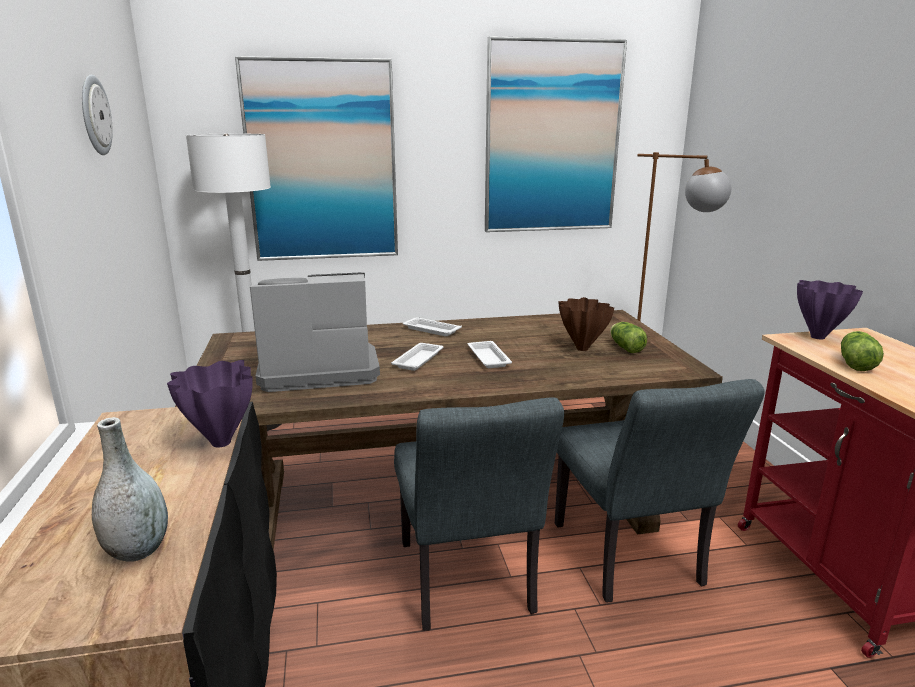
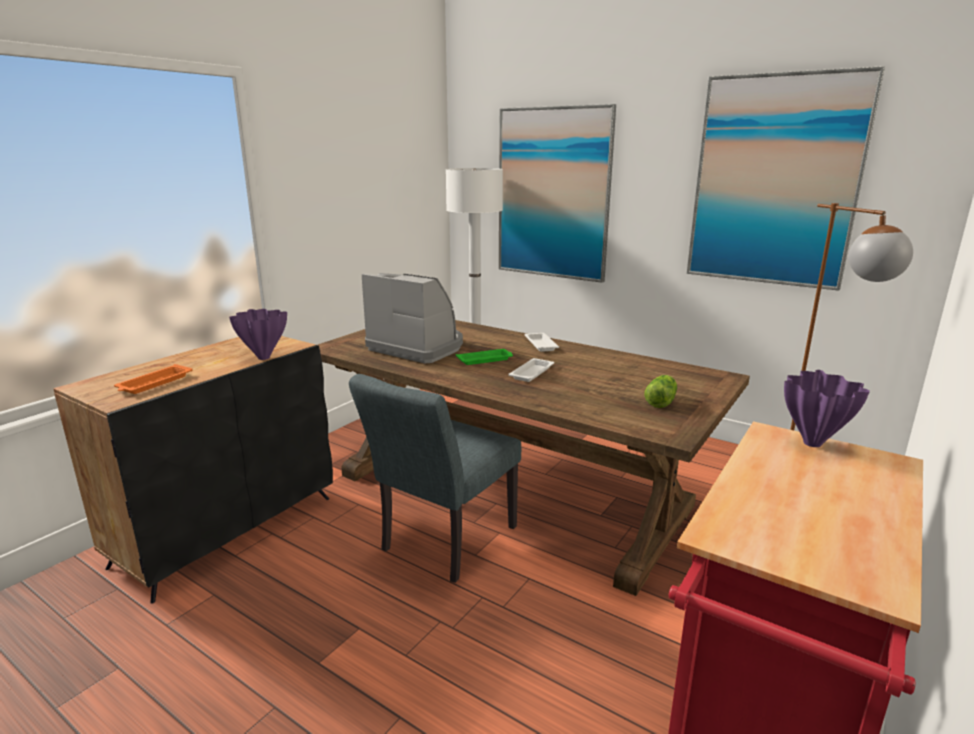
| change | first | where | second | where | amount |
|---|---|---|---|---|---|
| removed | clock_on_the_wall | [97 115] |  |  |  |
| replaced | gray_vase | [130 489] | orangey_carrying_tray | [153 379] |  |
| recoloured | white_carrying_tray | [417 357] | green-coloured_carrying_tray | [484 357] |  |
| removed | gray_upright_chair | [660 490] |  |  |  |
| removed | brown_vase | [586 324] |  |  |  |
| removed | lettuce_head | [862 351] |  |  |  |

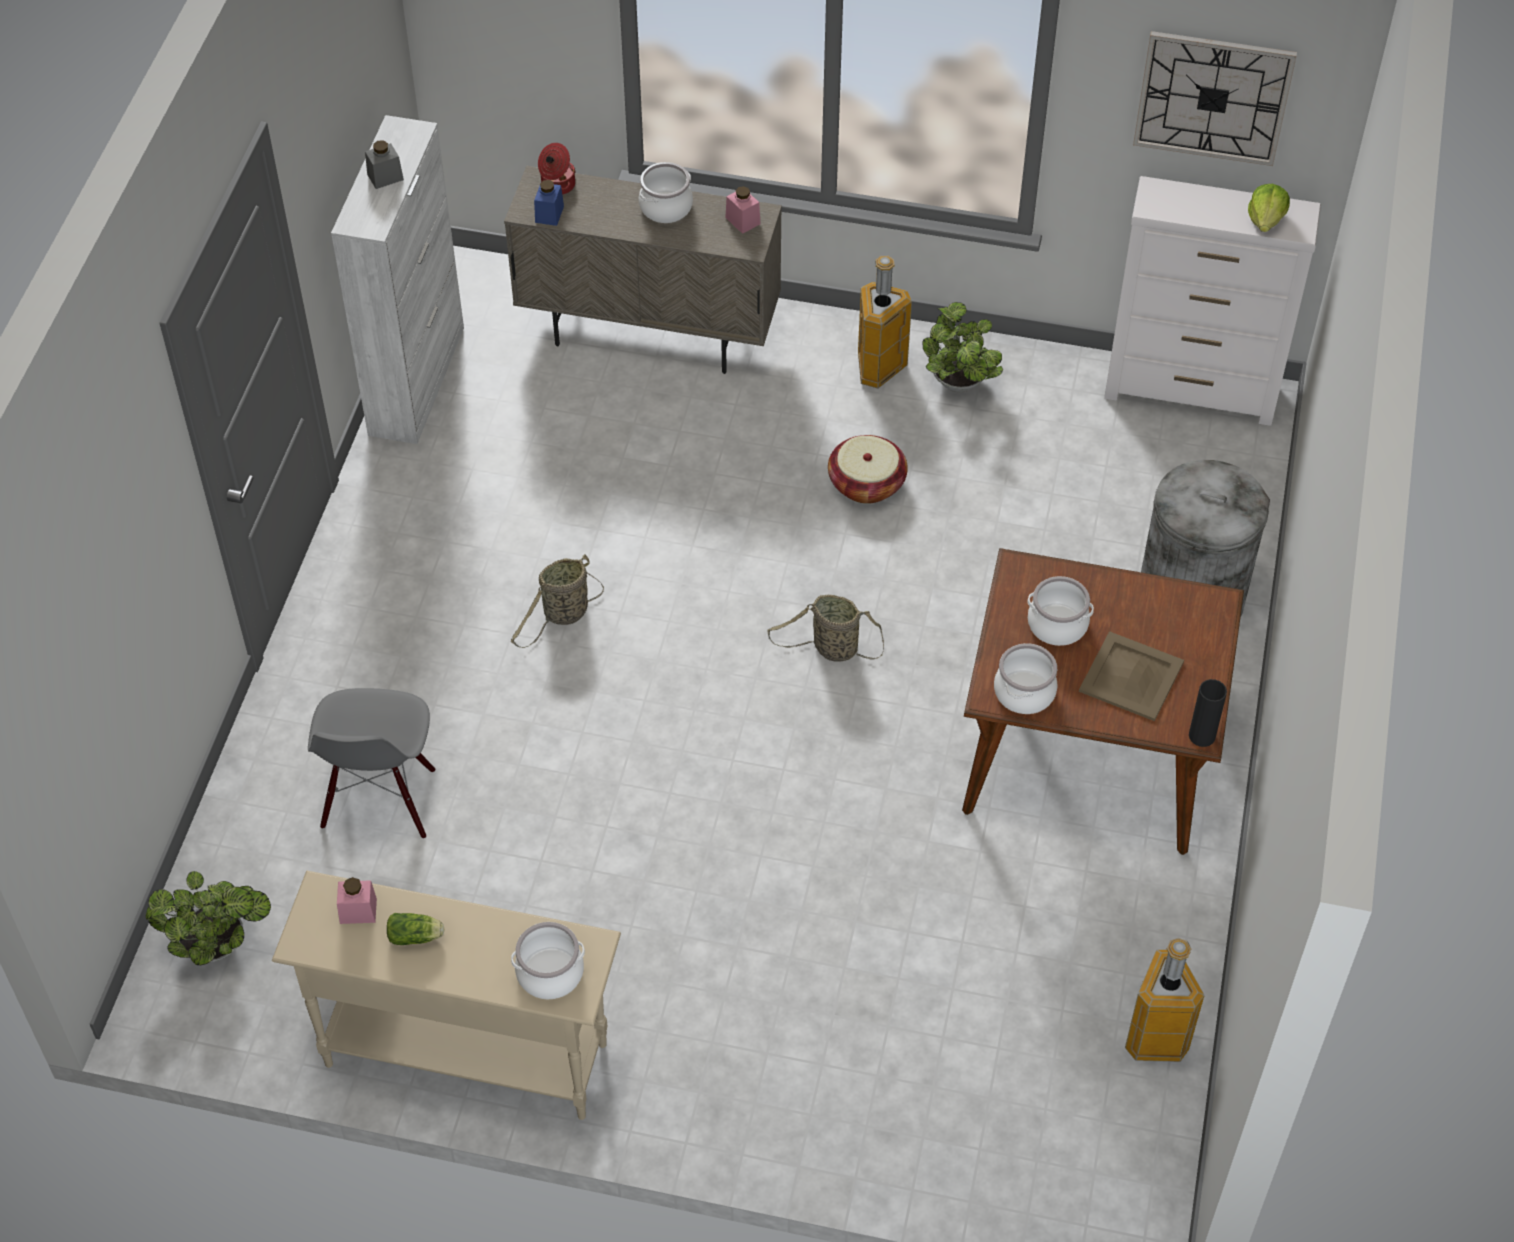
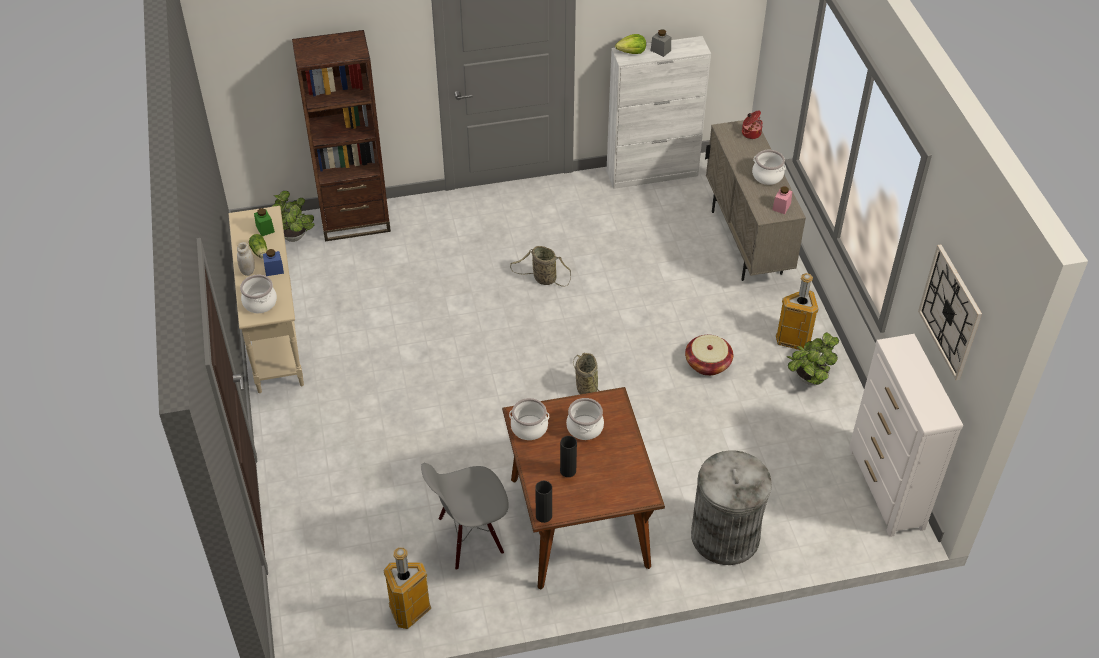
| change | first | where | second | where | amount |
|---|---|---|---|---|---|
| moved | gray_upright_chair | [371 763] |  | [465 516] |  |
| recoloured | pink_storage_jar | [357 900] | green-coloured_storage_jar | [264 222] |  |
| moved | bluish_storage_jar | [549 203] |  | [273 262] |  |
| replaced | sand-coloured_carrying_tray | [1131 676] | blackish_vase | [568 456] |  |
| moved | lettuce_head | [1269 208] |  | [630 44] |  |
| added |  |  | white_storage_jar | [246 259] |  |
| added |  |  | brown_bookshelf | [341 135] |  |

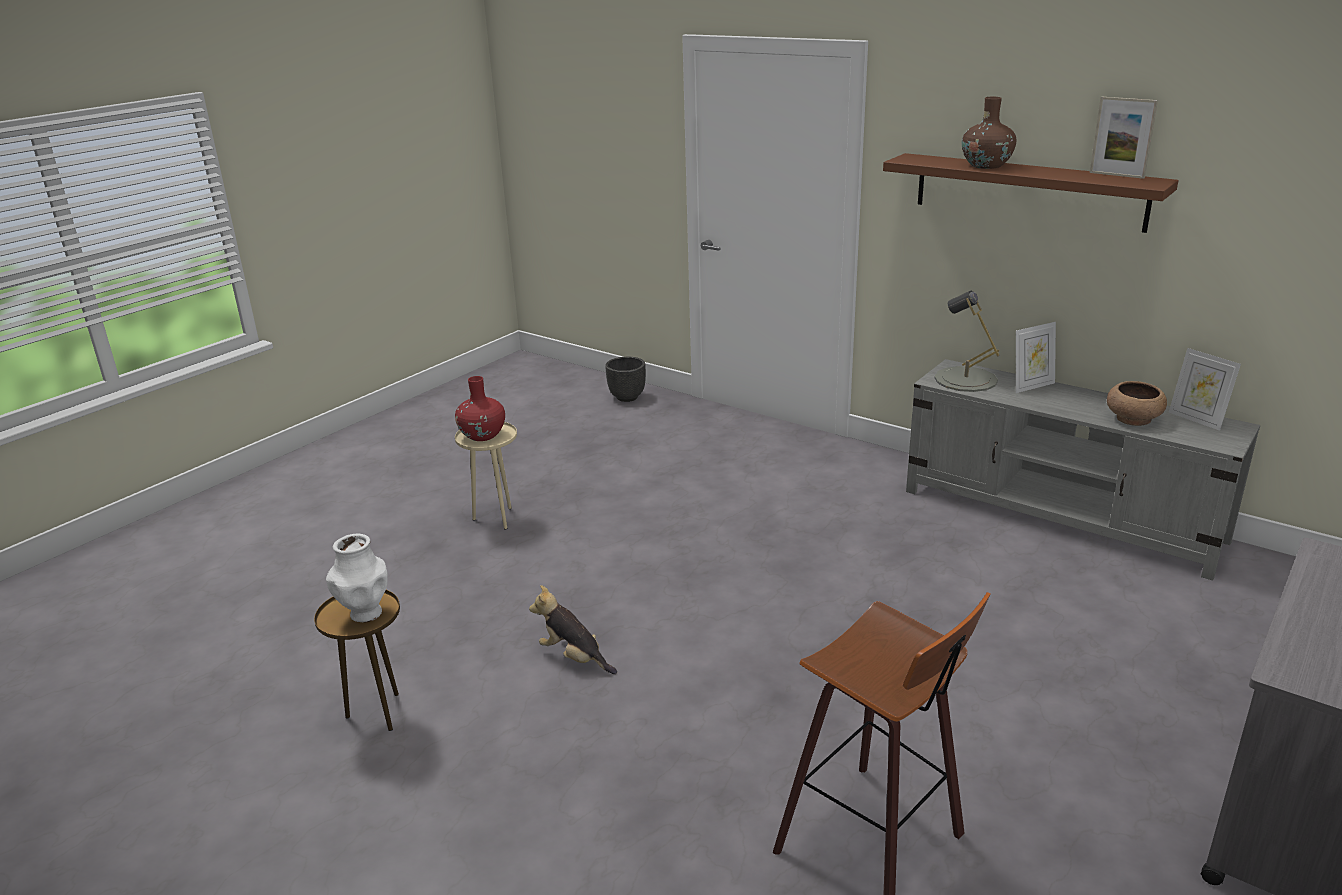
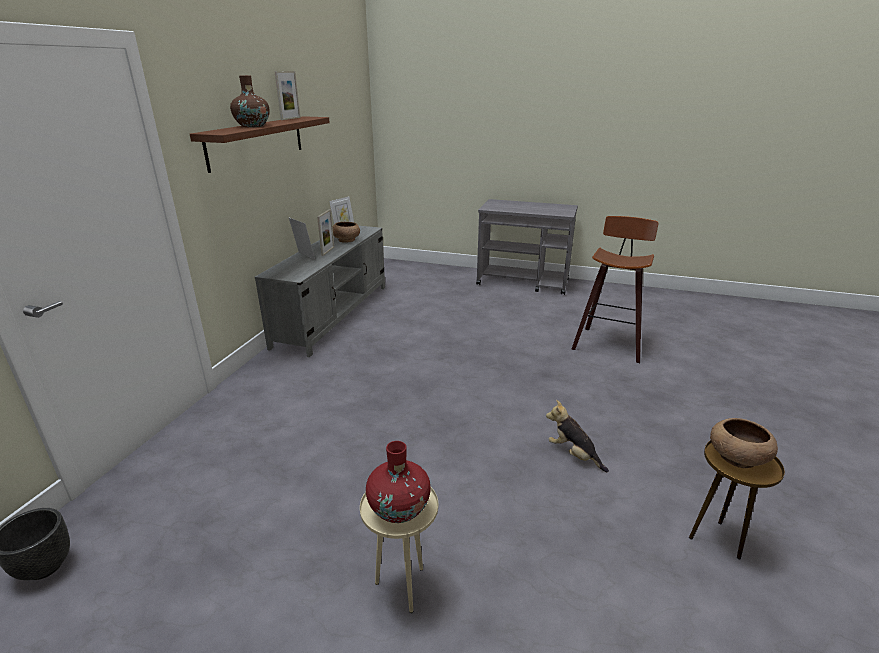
| change | first | where | second | where | amount |
|---|---|---|---|---|---|
| replaced | white_vase | [357 578] | brown_deep_dish | [744 443] |  |
| turned | plush_toy | [573 629] |  | [577 436] | 120 degrees clockwise |
| removed | gray_lamp_for_a_table | [967 341] |  |  |  |
| added |  |  | photo_frame | [325 232] |  |

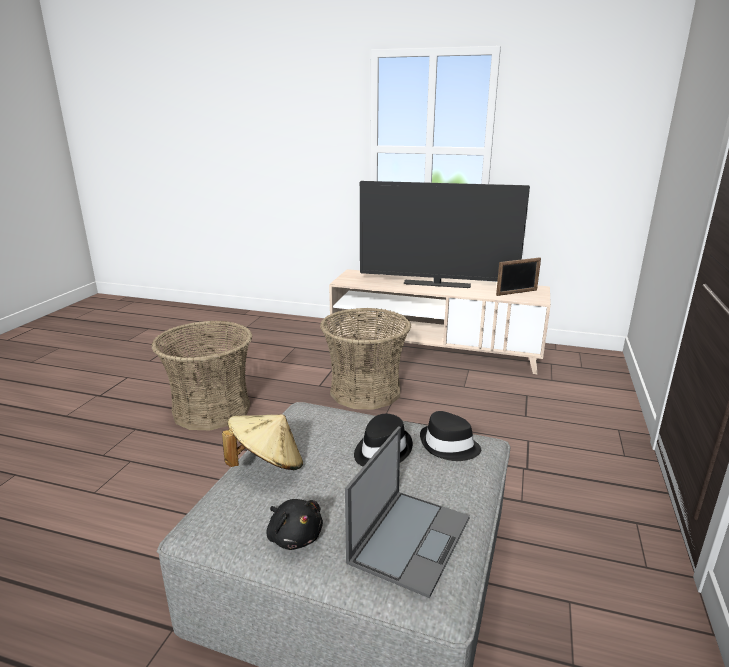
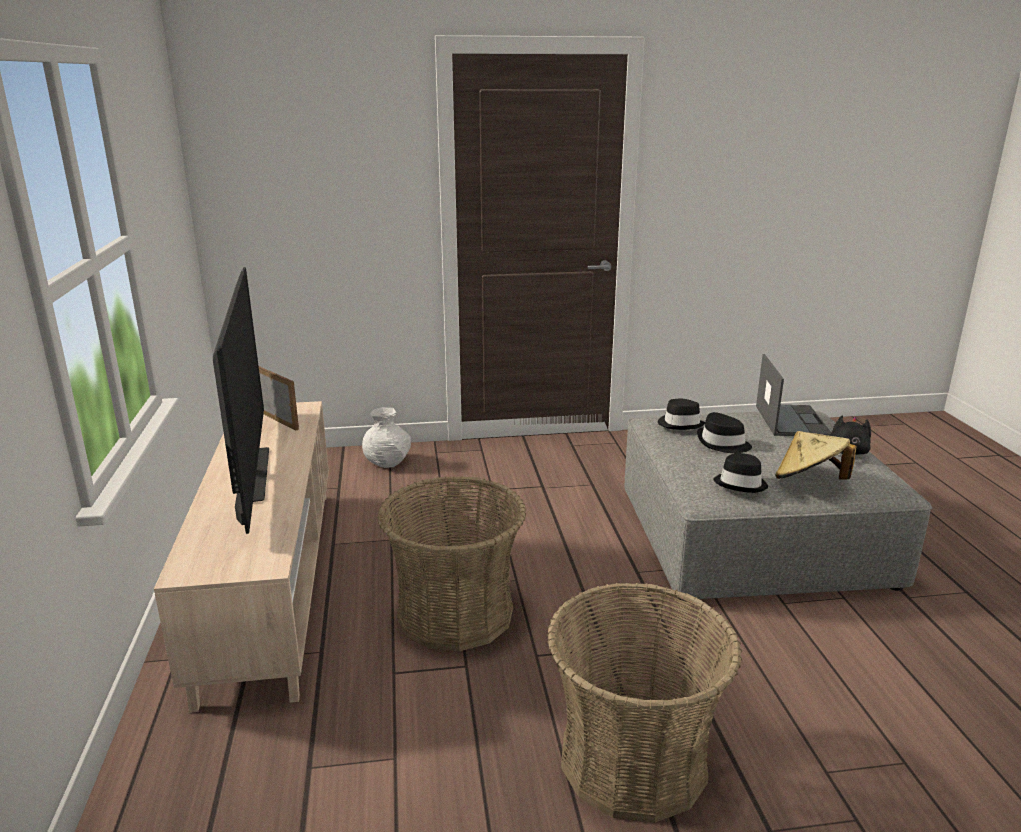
| change | first | where | second | where | amount |
|---|---|---|---|---|---|
| turned | laptop | [407 512] |  | [793 395] | 90 degrees clockwise |
| added |  |  | white_vase | [386 437] |  |
| added |  |  | blackish_wearable_hat | [740 473] |  |

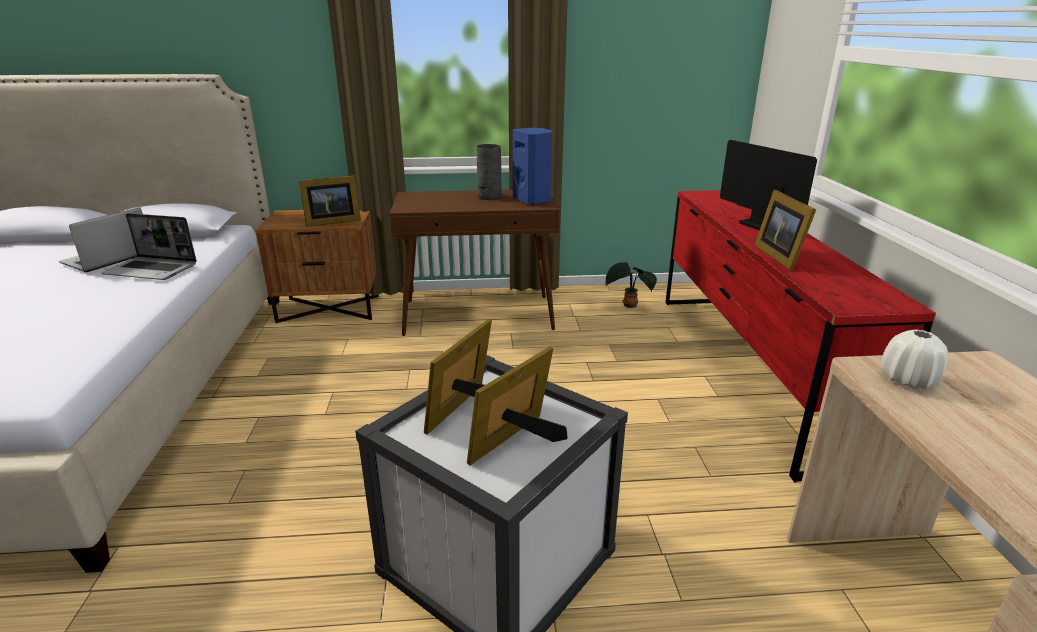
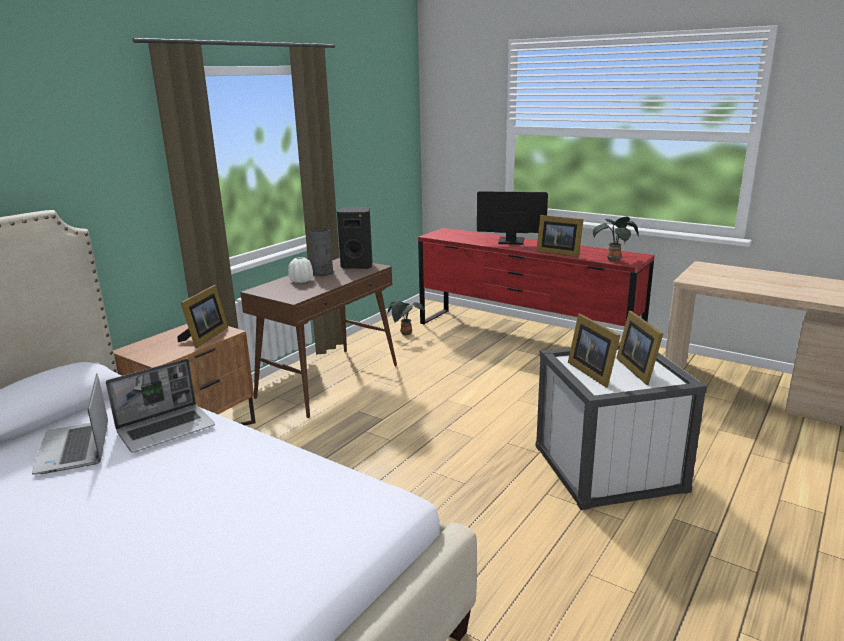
| change | first | where | second | where | amount |
|---|---|---|---|---|---|
| recoloured | bluish_loudspeaker | [532 166] | blackish_loudspeaker | [355 238] |  |
| moved | white_vase | [915 359] |  | [300 270] |  |
| added |  |  | houseplant | [616 239] |  |

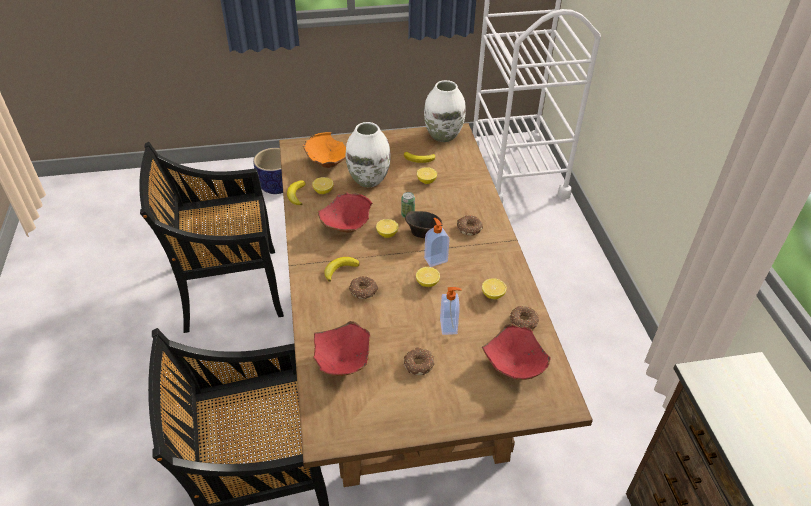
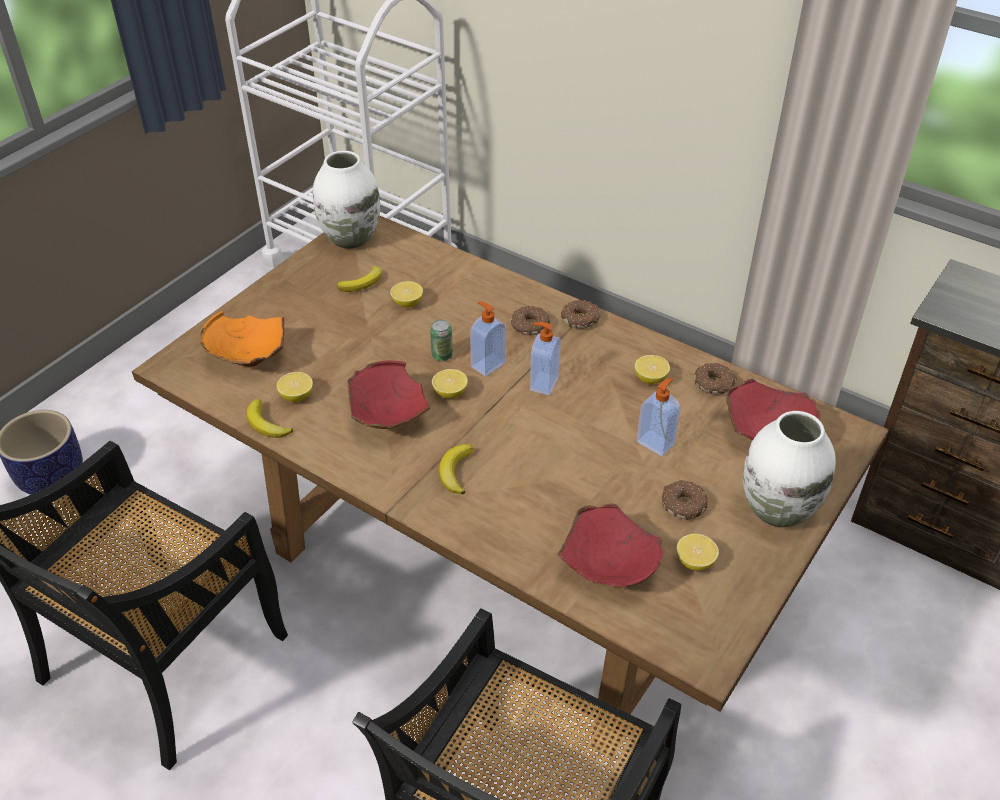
| change | first | where | second | where | amount |
|---|---|---|---|---|---|
| moved | white_vase | [368 154] |  | [789 469] |  |
| moved | donut | [363 287] |  | [580 314] |  |
| replaced | brown_deep_dish | [423 224] | soap_bottle | [488 339] |  |
| moved | lemon | [428 277] |  | [698 552] |  |

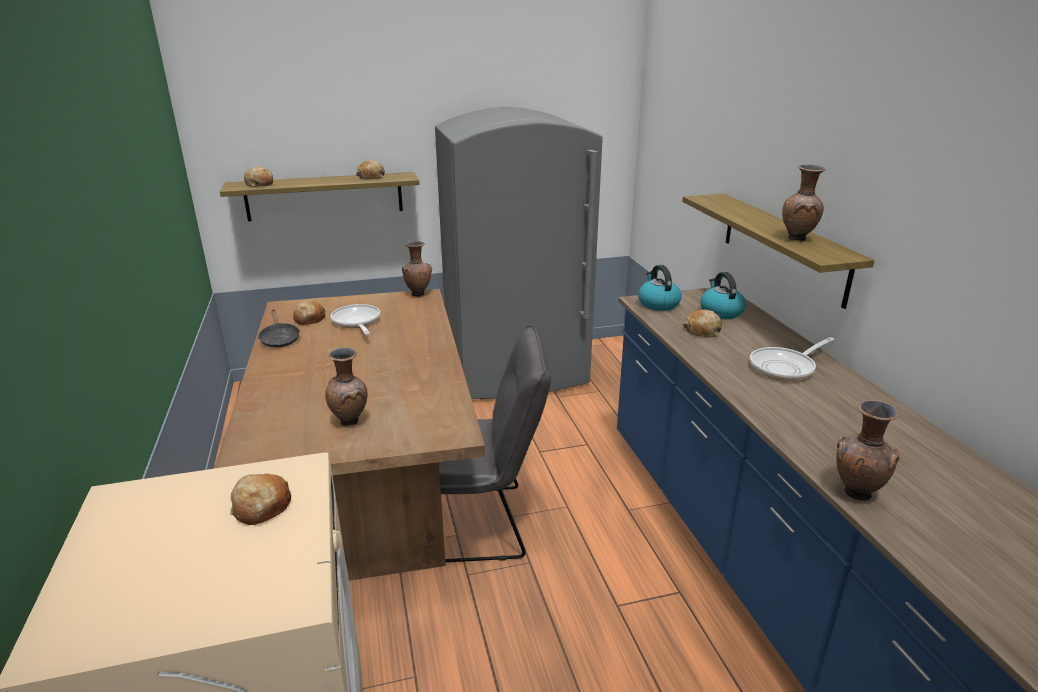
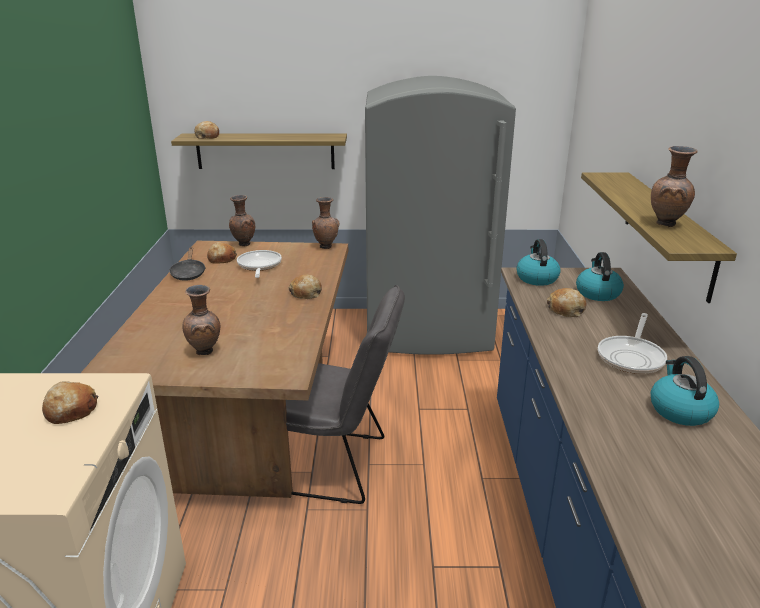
| change | first | where | second | where | amount |
|---|---|---|---|---|---|
| moved | bread | [370 169] |  | [305 287] |  |
| turned | frying_pan | [792 359] |  | [632 343] | 45 degrees counterclockwise |
| moved | brown_vase | [868 450] |  | [242 220] |  |
| added |  |  | kettle | [685 391] |  |

